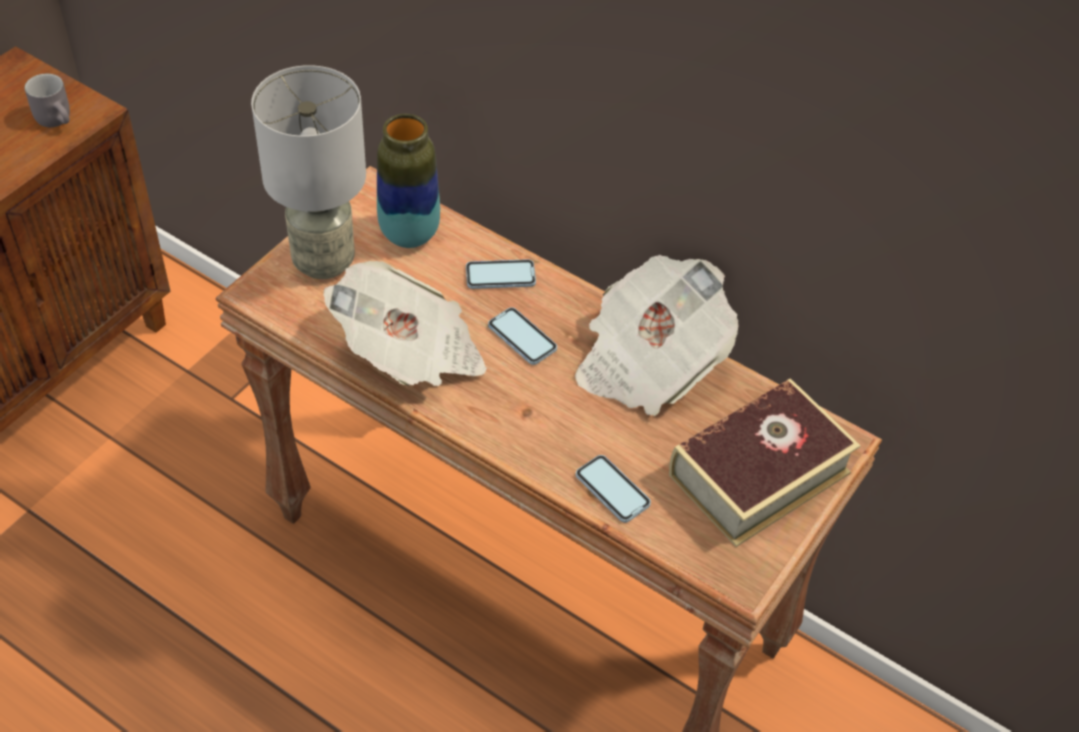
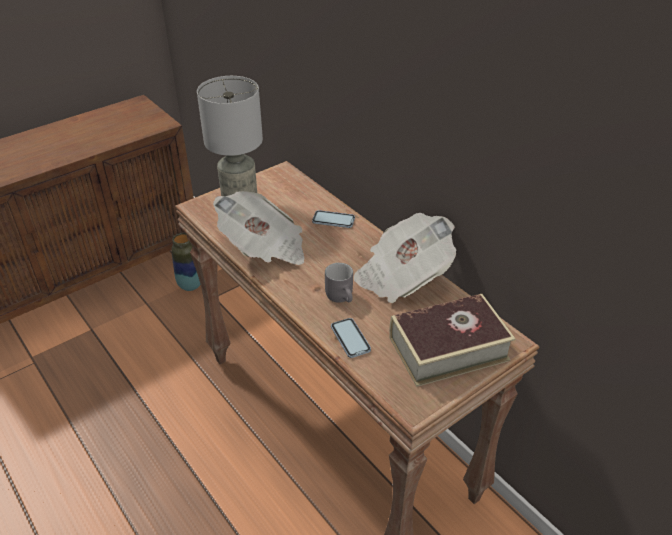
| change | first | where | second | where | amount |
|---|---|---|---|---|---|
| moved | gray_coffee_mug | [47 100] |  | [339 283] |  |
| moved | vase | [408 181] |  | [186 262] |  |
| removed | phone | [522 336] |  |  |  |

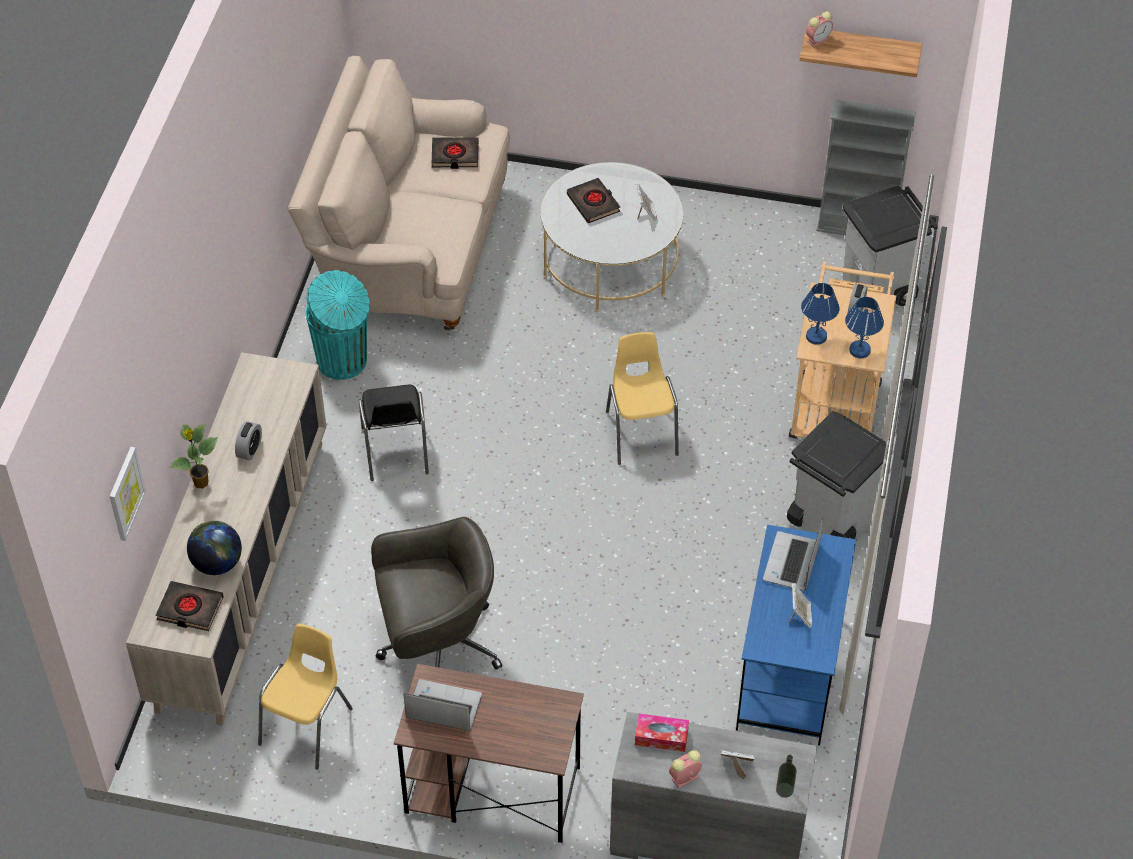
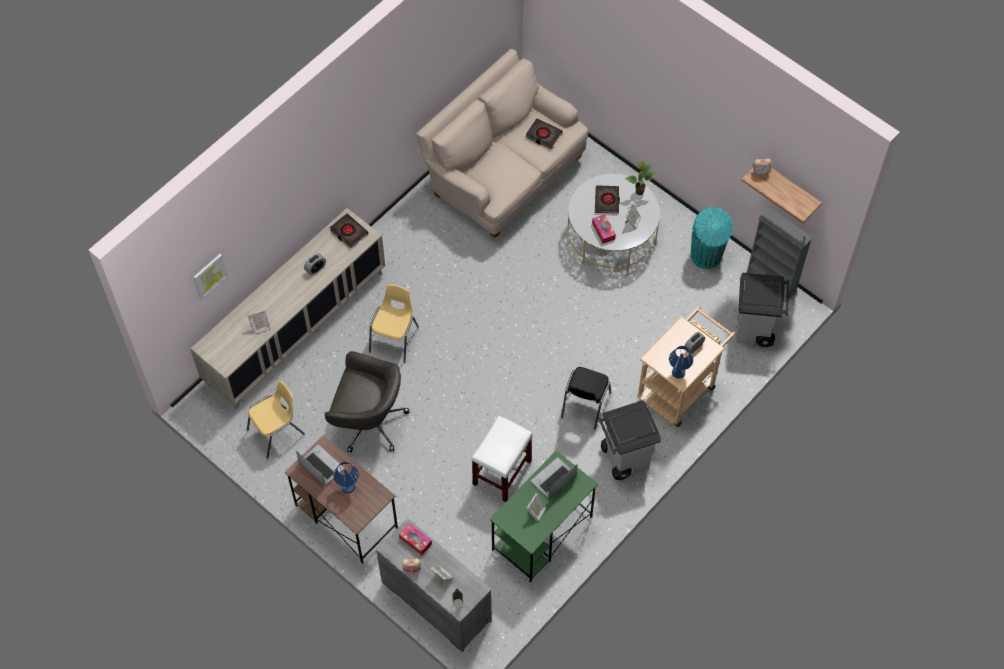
| change | first | where | second | where | amount |
|---|---|---|---|---|---|
| moved | blackish_bound_book | [190 606] |  | [349 230] |  |
| moved | houseplant | [193 456] |  | [640 177] |  |
| replaced | desk_globe | [214 548] | photo_frame | [258 321] |  |
| moved | blue-green_trash_can | [338 325] |  | [712 238] |  |
| moved | blackish_upright_chair | [394 433] |  | [586 398] |  |
| moved | yellow-coloured_upright_chair | [642 398] |  | [394 323] |  |
| recoloured | bluish_desk | [796 635] | green-coloured_desk | [544 516] |  |
| moved | bluish_lamp_for_a_table | [820 314] |  | [346 477] |  |
| added |  |  | white_stool | [502 459] |  |
| added |  |  | tissue_holder | [604 229] |  |

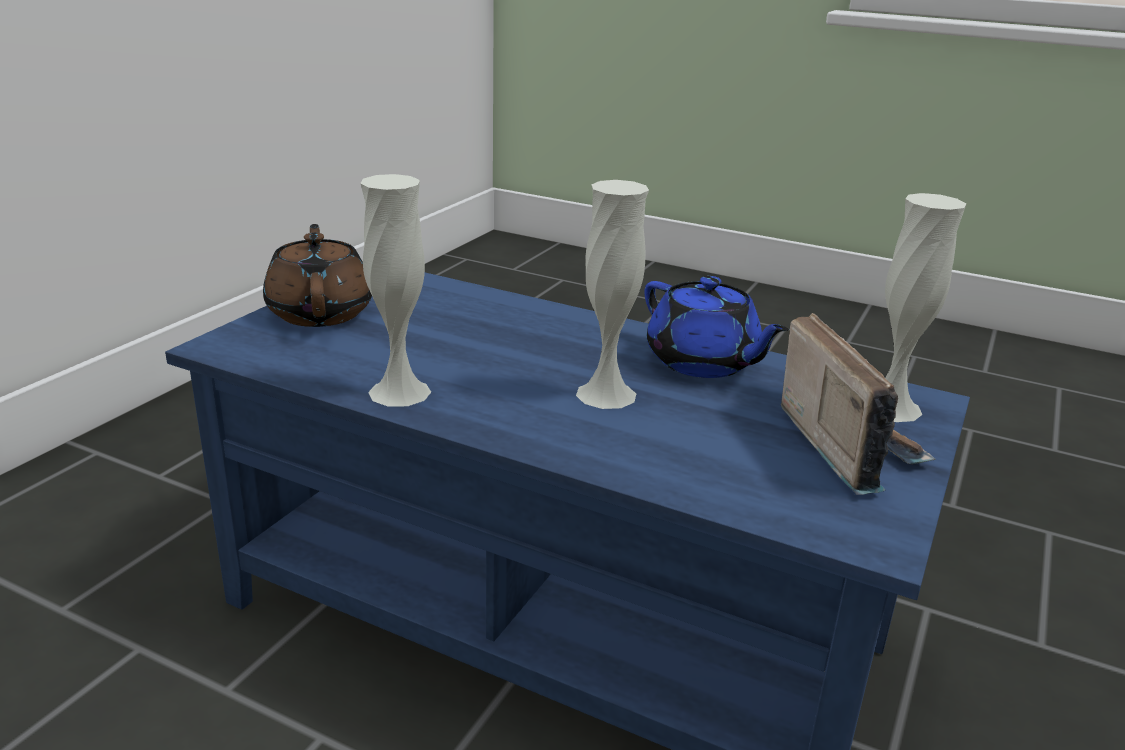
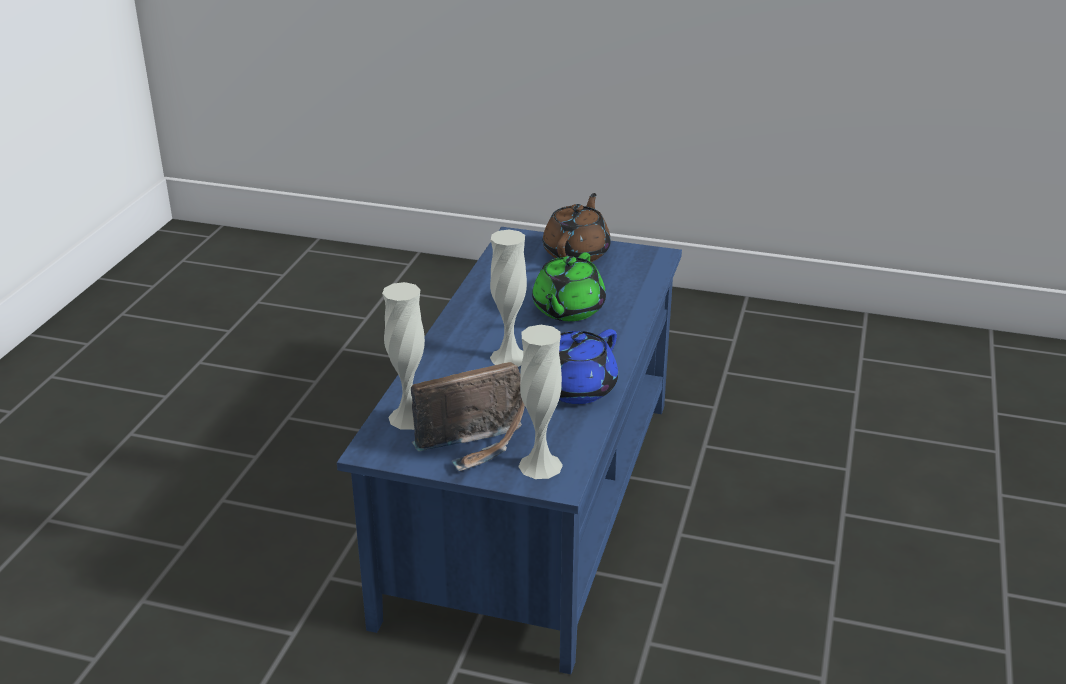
| change | first | where | second | where | amount |
|---|---|---|---|---|---|
| turned | brown_tea_pot | [317 275] |  | [577 227] | 45 degrees counterclockwise |
| moved | white_vase | [395 290] |  | [403 356] |  |
| added |  |  | green-coloured_tea_pot | [569 287] |  |

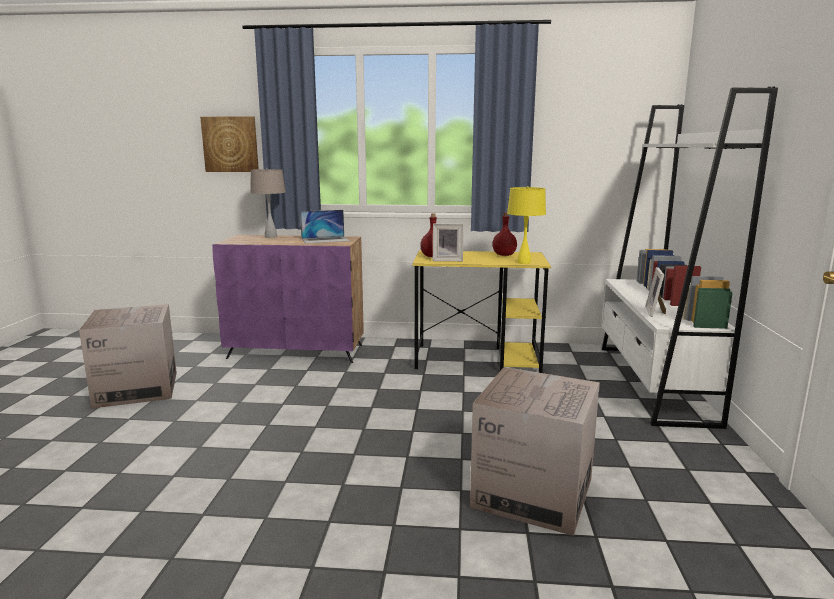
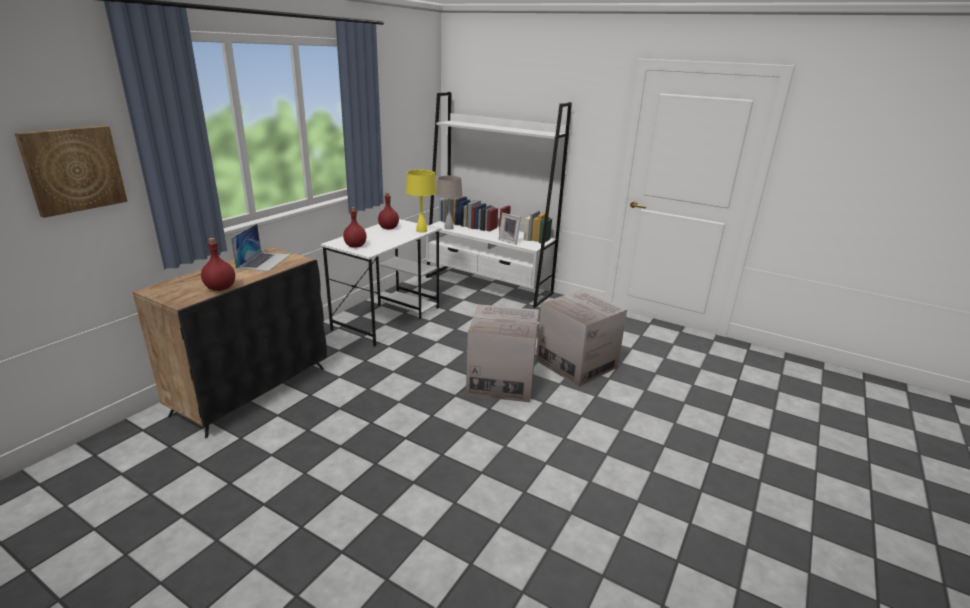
| change | first | where | second | where | amount |
|---|---|---|---|---|---|
| moved | cardboard_box | [128 356] |  | [502 353] |  |
| recoloured | purplish_cabinet | [288 299] | blackish_cabinet | [230 342] |  |
| moved | sand-coloured_lamp_for_a_table | [268 203] |  | [449 203] |  |
| recoloured | yellow-coloured_desk | [481 311] | white_desk | [380 283] |  |
| removed | photo_frame | [448 242] |  |  |  |
| added |  |  | red-coloured_bottle | [218 264] |  |

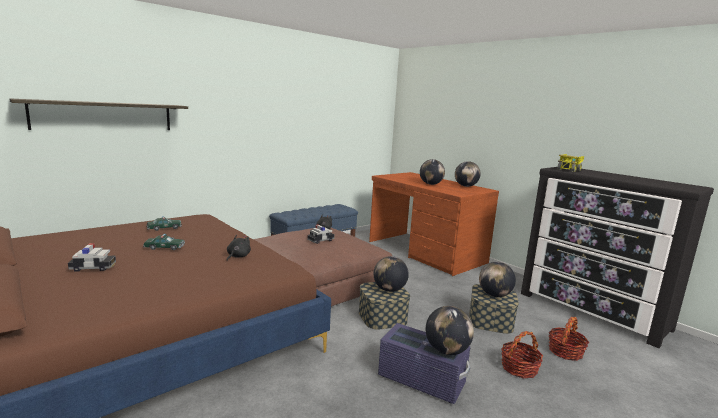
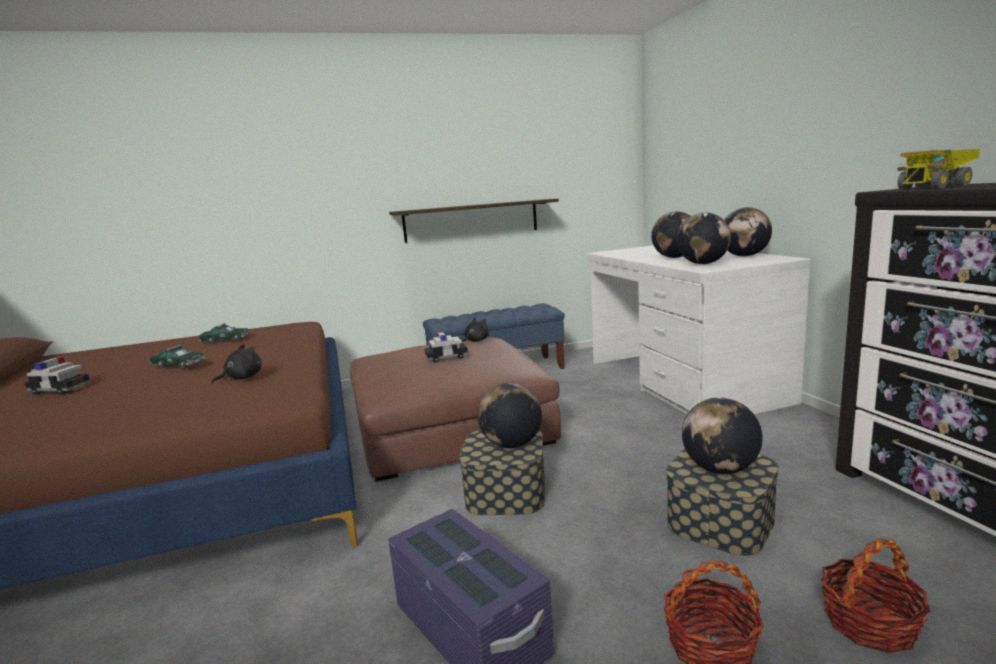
| change | first | where | second | where | amount |
|---|---|---|---|---|---|
| moved | wall_shelf | [98 114] |  | [474 221] |  |
| recoloured | brown_desk | [434 224] | white_desk | [699 329] |  |
| moved | desk_globe | [450 330] |  | [704 238] |  |

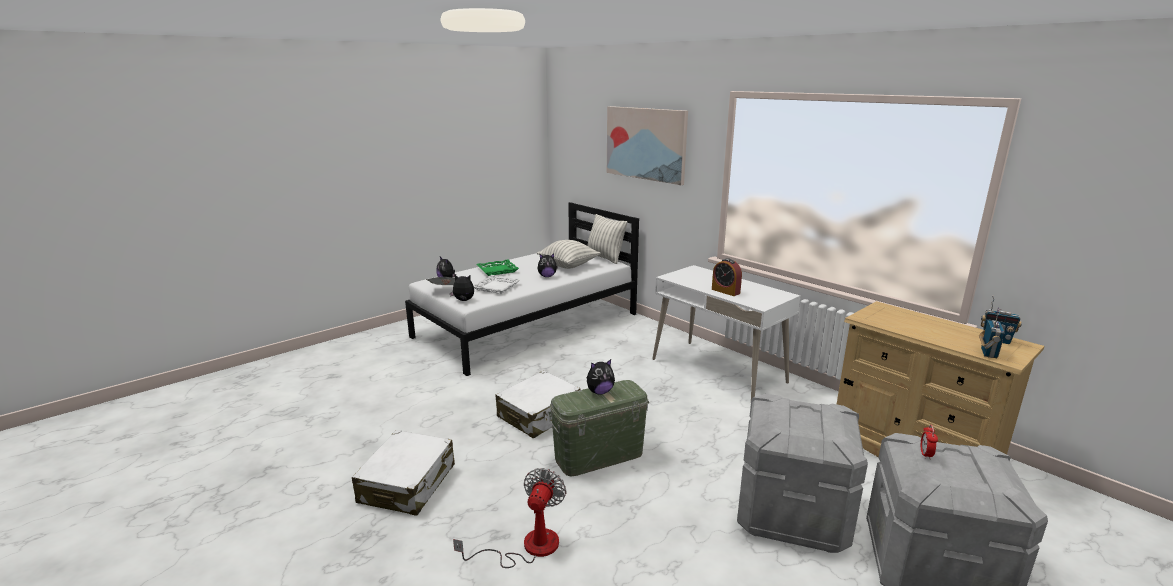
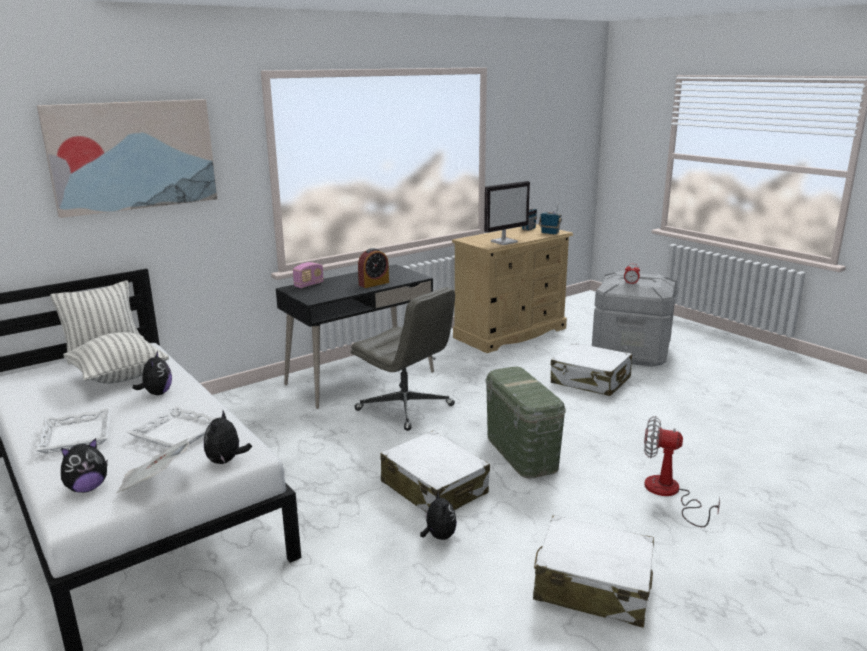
| change | first | where | second | where | amount |
|---|---|---|---|---|---|
| recoloured | green-coloured_carrying_tray | [497 268] | white_carrying_tray | [73 431] |  |
| moved | plush_toy | [600 377] |  | [438 516] |  |
| recoloured | white_desk | [726 332] | blackish_desk | [355 336] |  |
| replaced | gray_storage_box | [802 473] | white_travel_case | [591 369] |  |
| added |  |  | radio_set | [308 275] |  |
| added |  |  | gray_computer_chair | [403 359] |  |
| added |  |  | monitor | [507 213] |  |

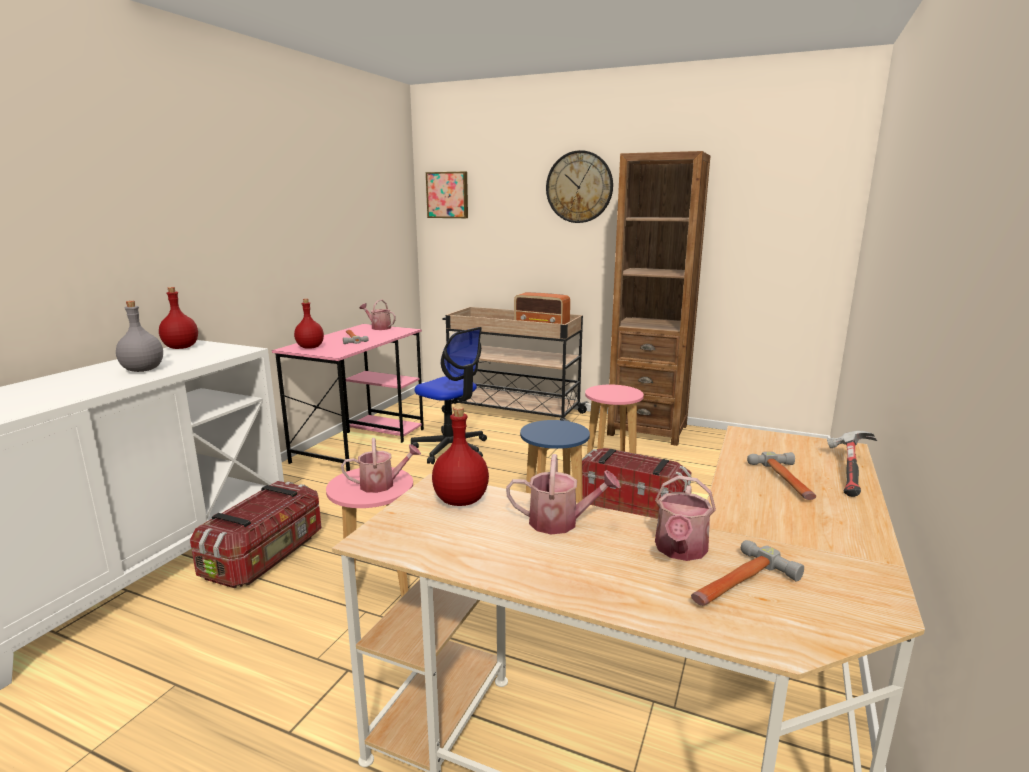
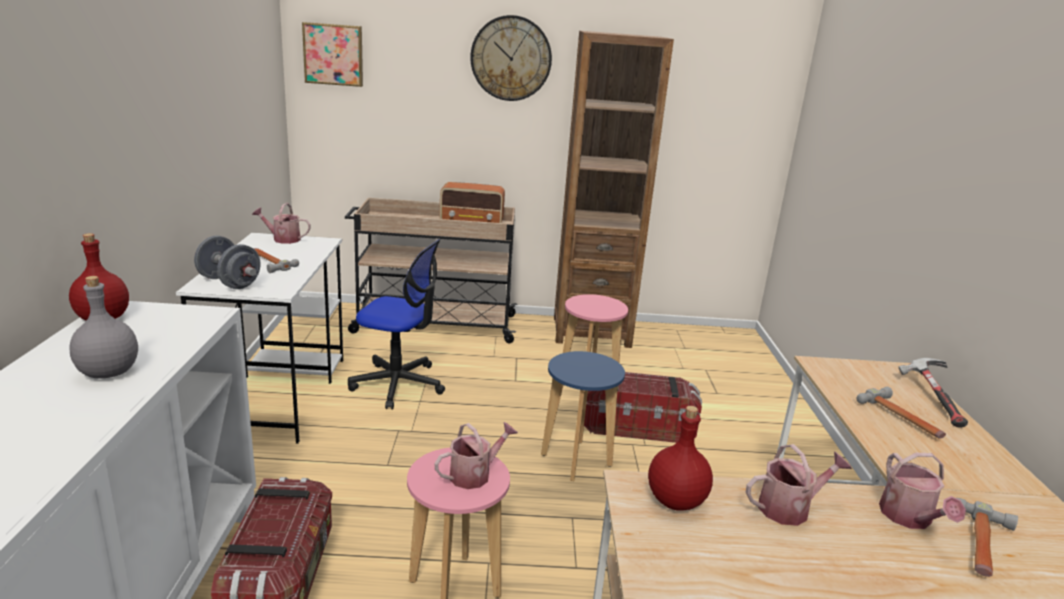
| change | first | where | second | where | amount |
|---|---|---|---|---|---|
| recoloured | pink_desk | [348 398] | white_desk | [259 338] |  |
| replaced | red-coloured_bottle | [309 324] | gray_dumbbell | [227 262] |  |

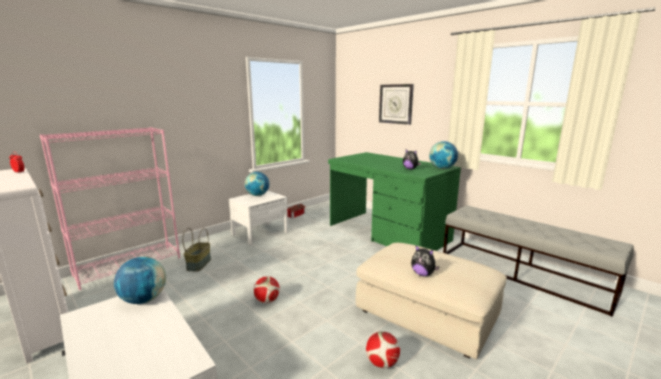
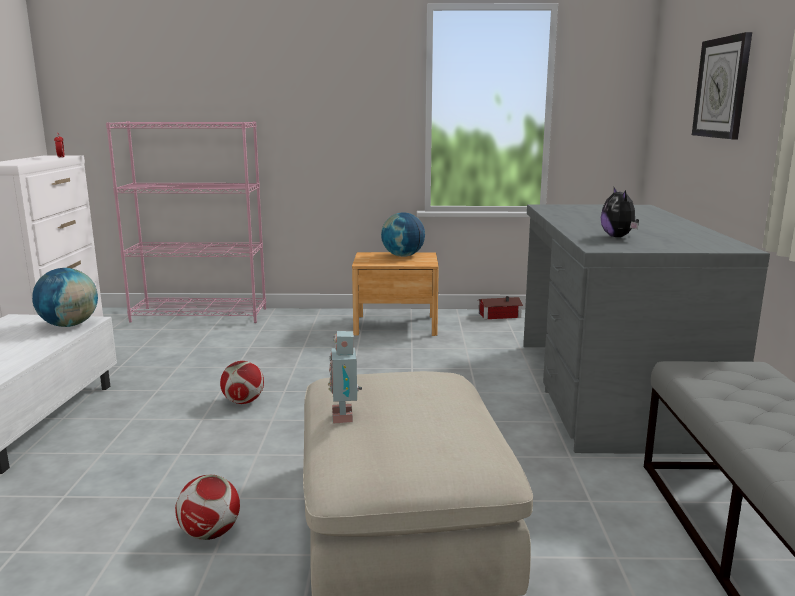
| change | first | where | second | where | amount |
|---|---|---|---|---|---|
| removed | basket | [196 250] |  |  |  |
| recoloured | white_night_table | [258 217] | brown_night_table | [395 294] |  |
| recoloured | green-coloured_desk | [394 201] | gray_desk | [646 329] |  |
| replaced | plush_toy | [425 261] | robot_figure | [345 377] |  |
| removed | desk_globe | [443 155] |  |  |  |

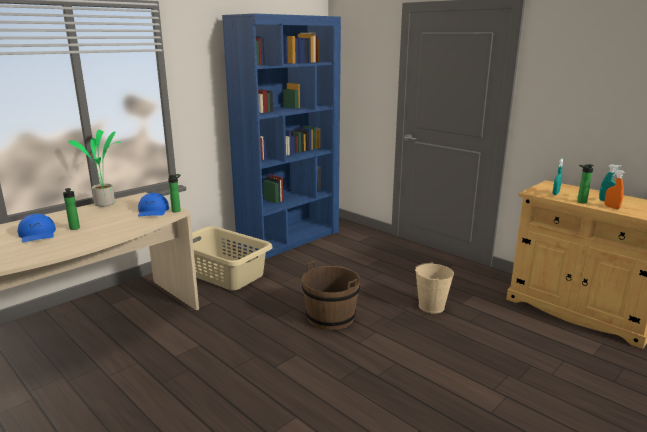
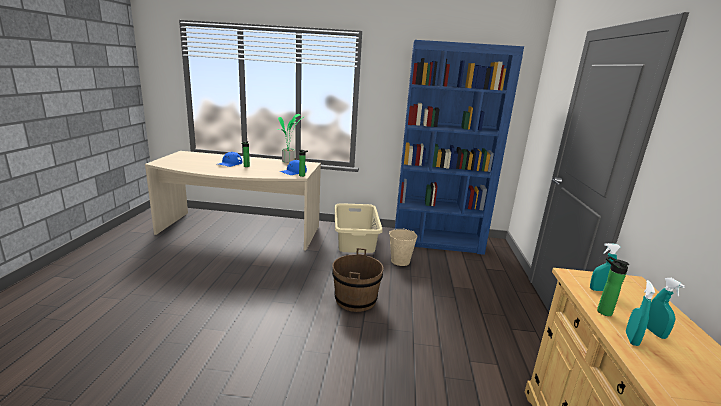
| change | first | where | second | where | amount |
|---|---|---|---|---|---|
| moved | sand-coloured_bucket | [434 288] |  | [403 247] |  |
| recoloured | orangey_sprayer | [614 189] | blue-green_sprayer | [640 313] |  |

